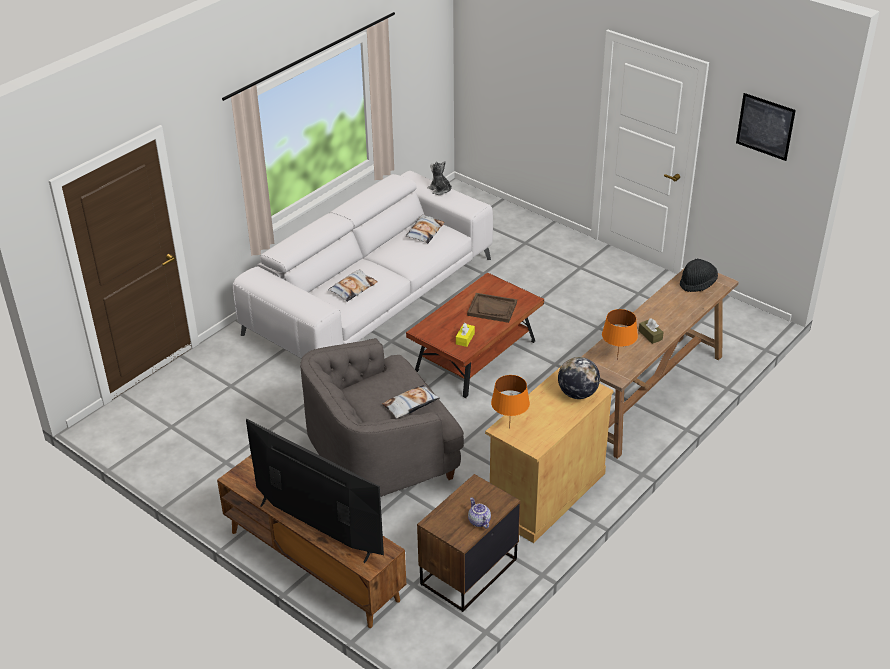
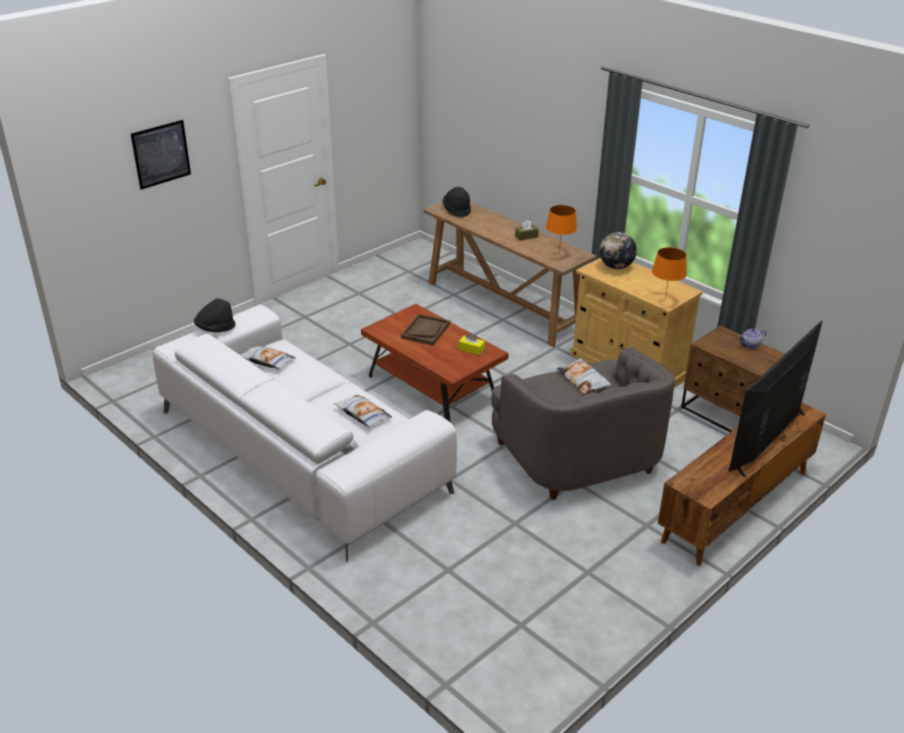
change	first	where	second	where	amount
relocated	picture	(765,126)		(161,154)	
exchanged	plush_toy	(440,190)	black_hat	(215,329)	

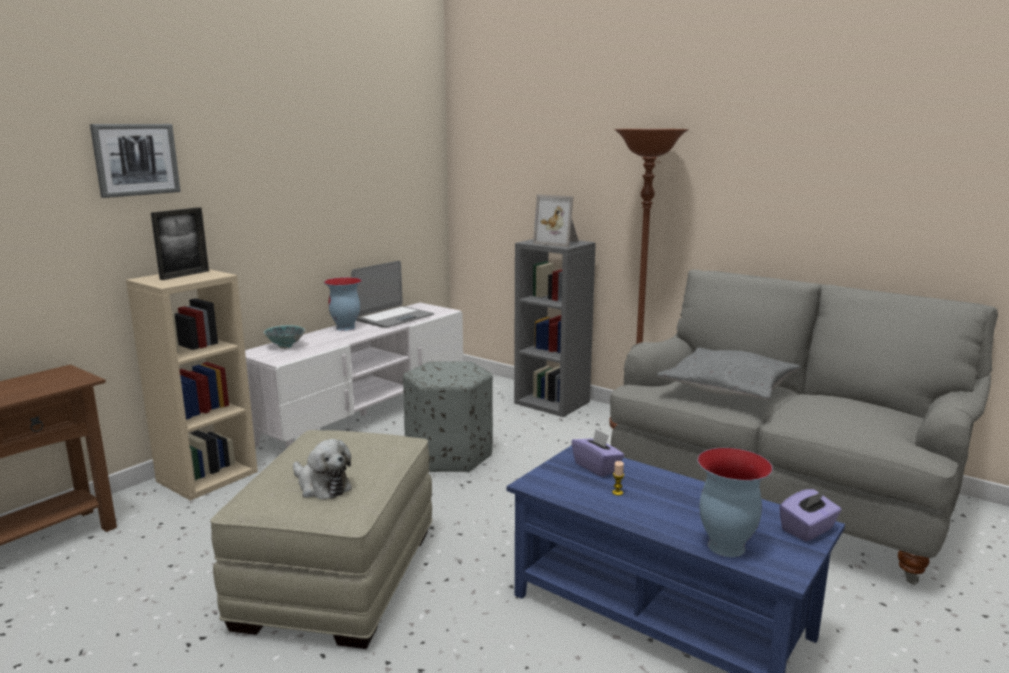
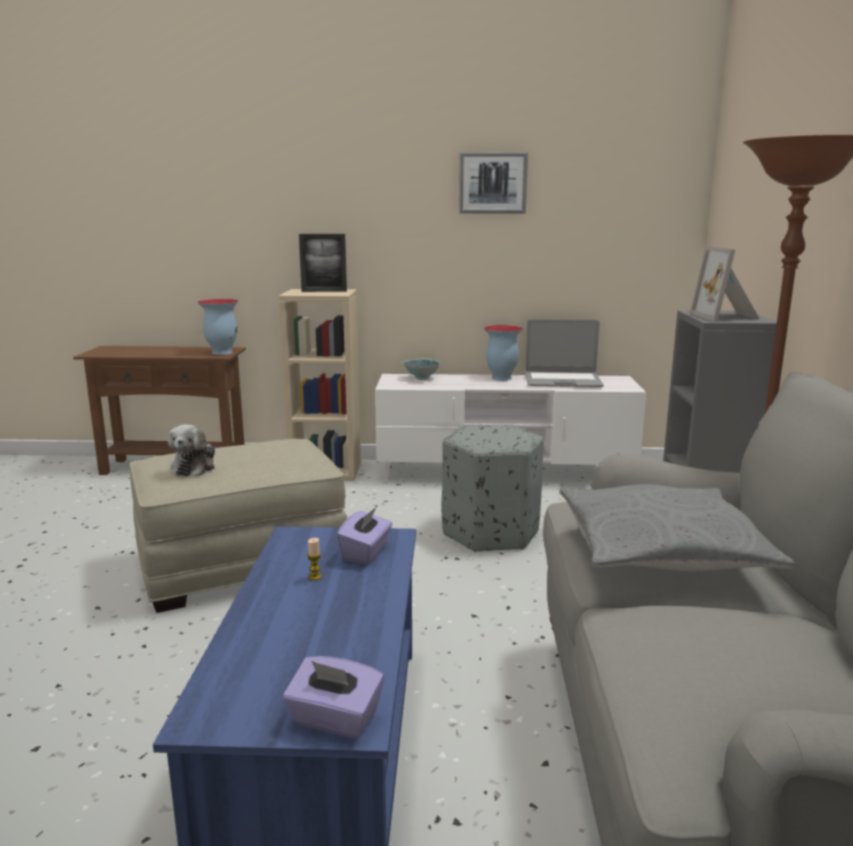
change	first	where	second	where	amount
relocated	picture	(136,159)		(492,183)	
relocated	vase	(725,547)		(221,352)	

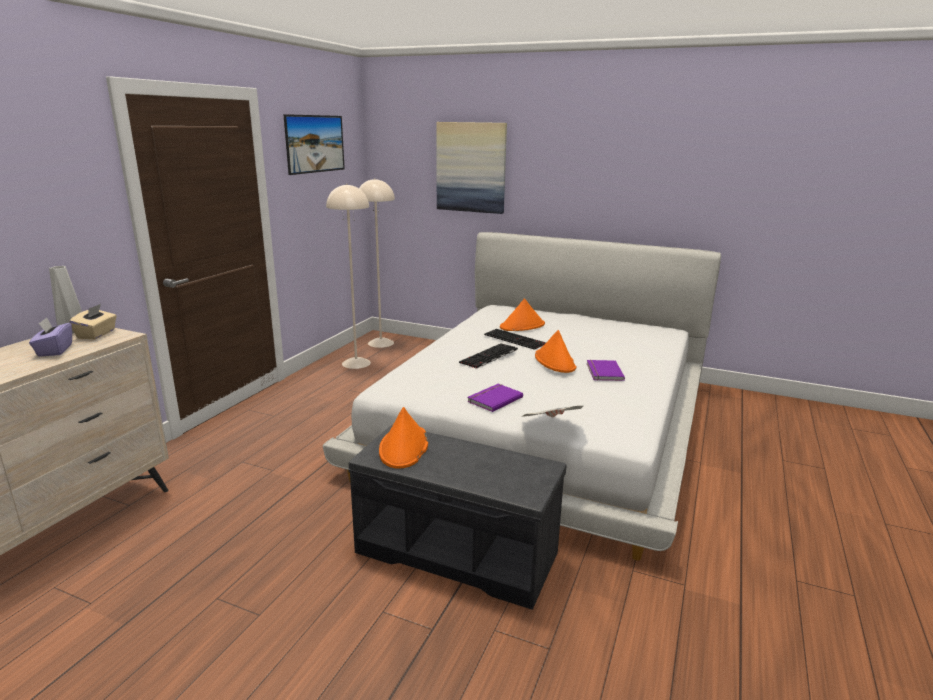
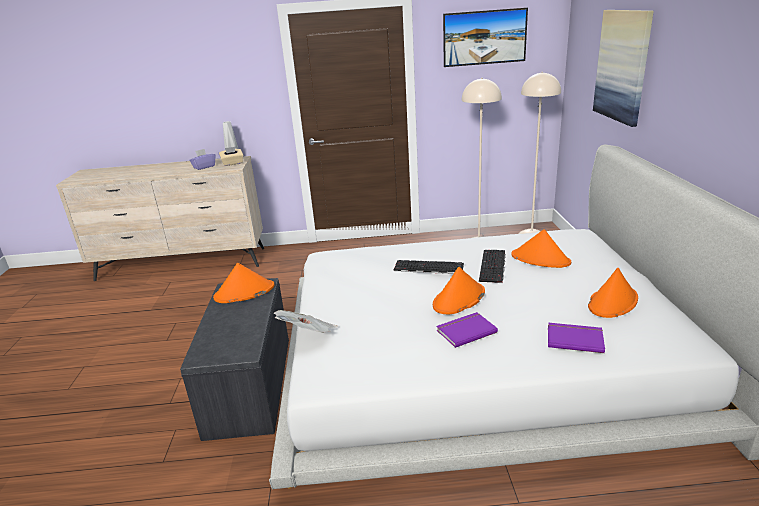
change	first	where	second	where	amount
appeared			orange_hat	(612,302)	
relocated	purple_book	(493,399)		(574,338)	

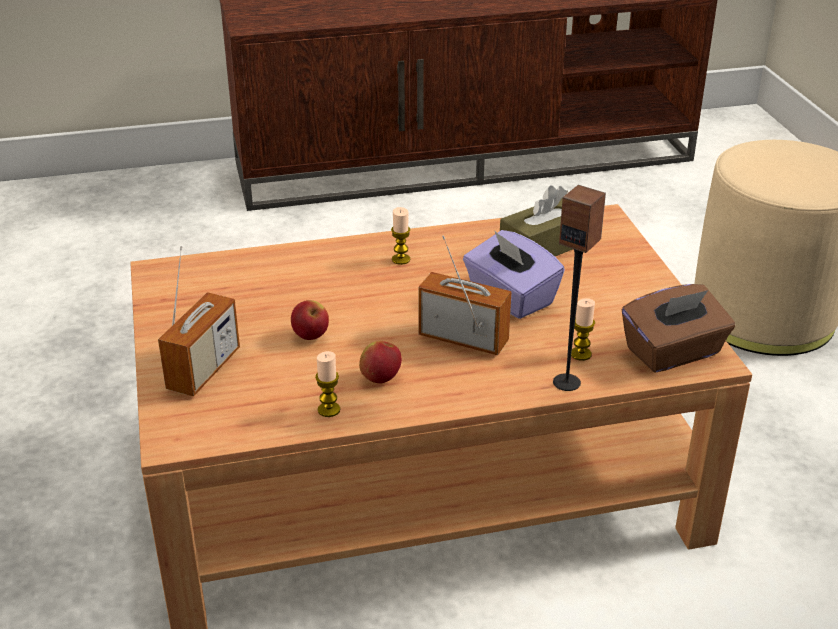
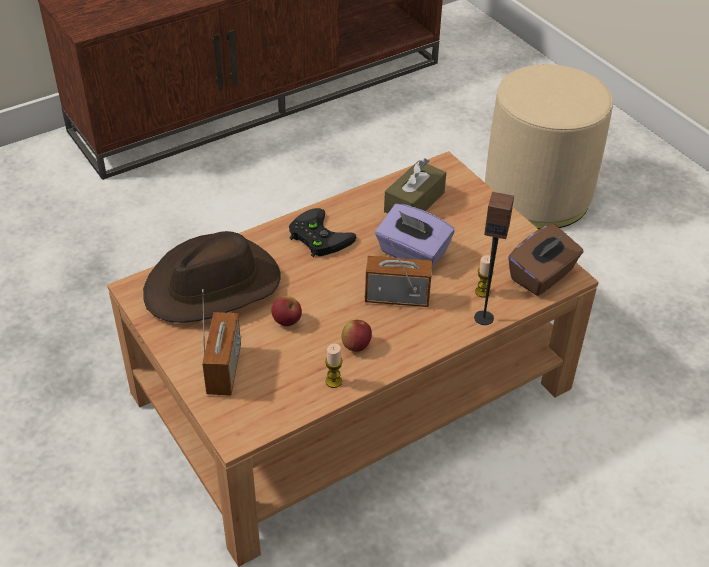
change	first	where	second	where	amount
appeared			brown_hat	(213,286)	
exchanged	candle	(401,259)	black_game_controller	(317,236)	

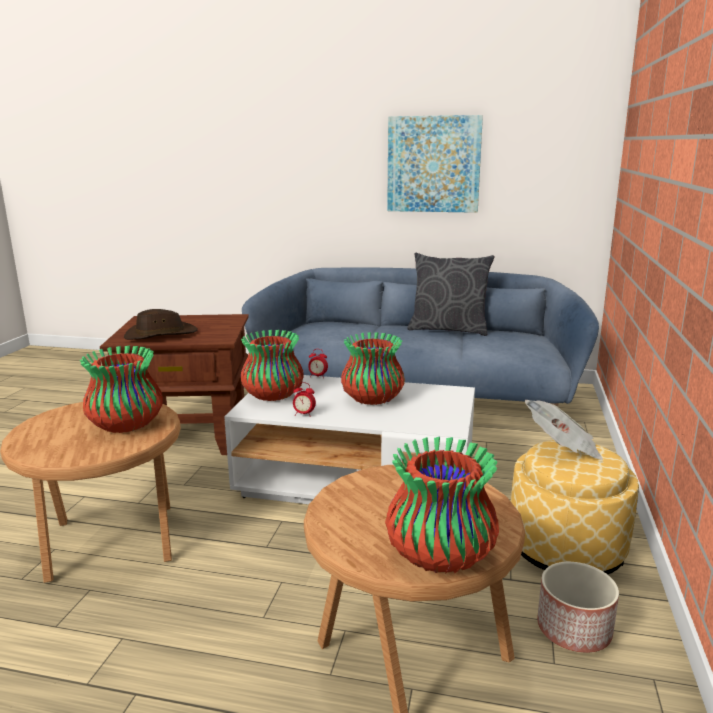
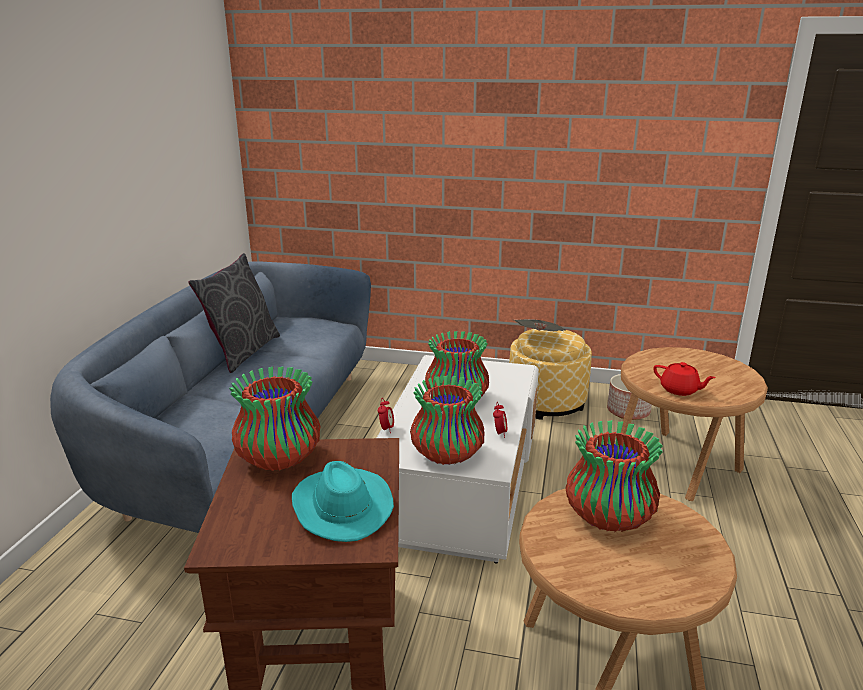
change	first	where	second	where	amount
missing	picture	(433,164)			
appeared			red_teapot	(680,390)	
relocated	vase	(440,556)		(280,458)	
colour	brown_hat	(160,335)	turquoise_hat	(341,506)	

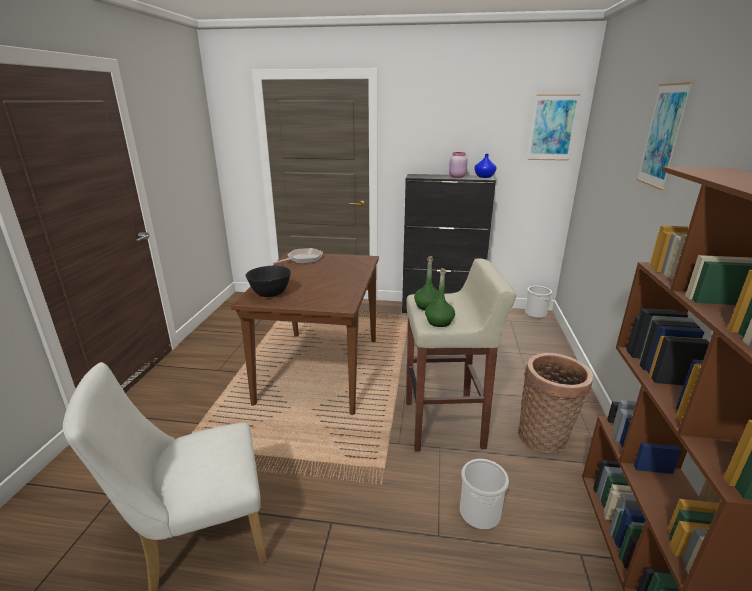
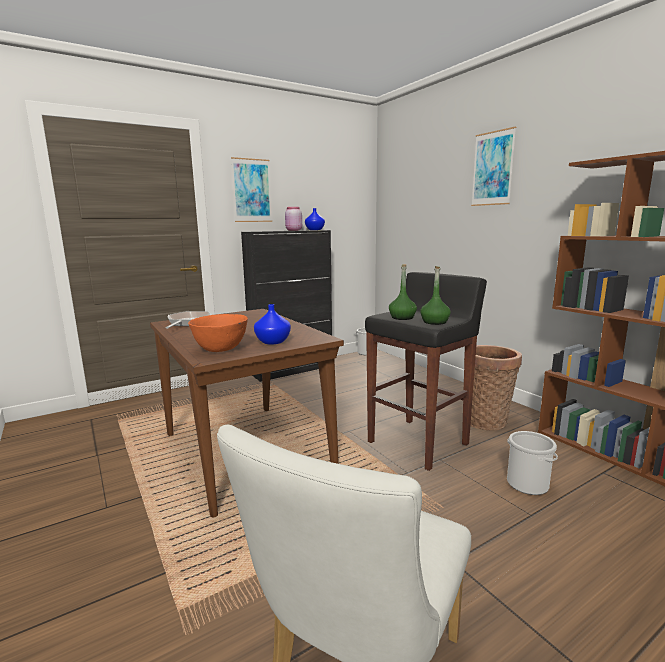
change	first	where	second	where	amount
appeared			blue_vase	(273,341)	
relocated	picture	(552,128)		(252,190)	
colour	black_bowl	(270,294)	orange_bowl	(221,349)	
colour	beige_stool	(445,424)	black_stool	(419,442)	

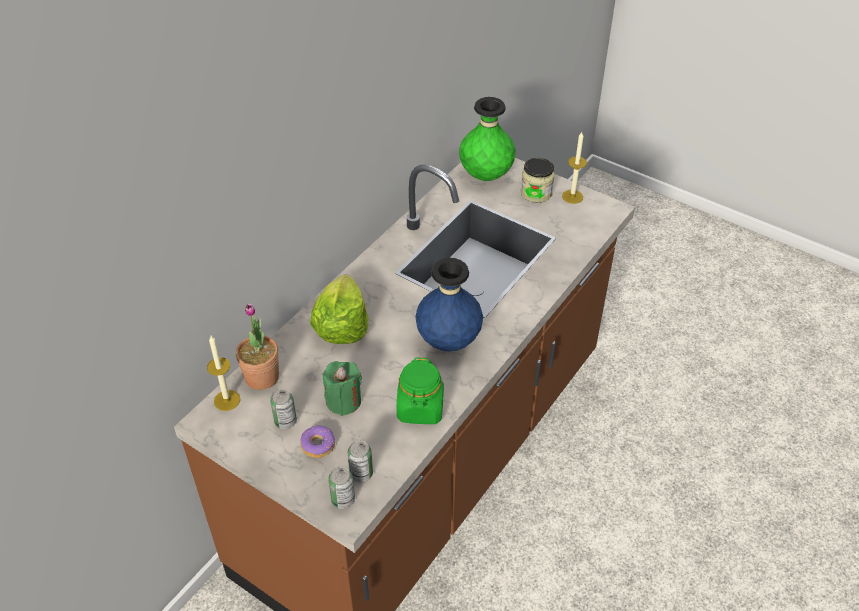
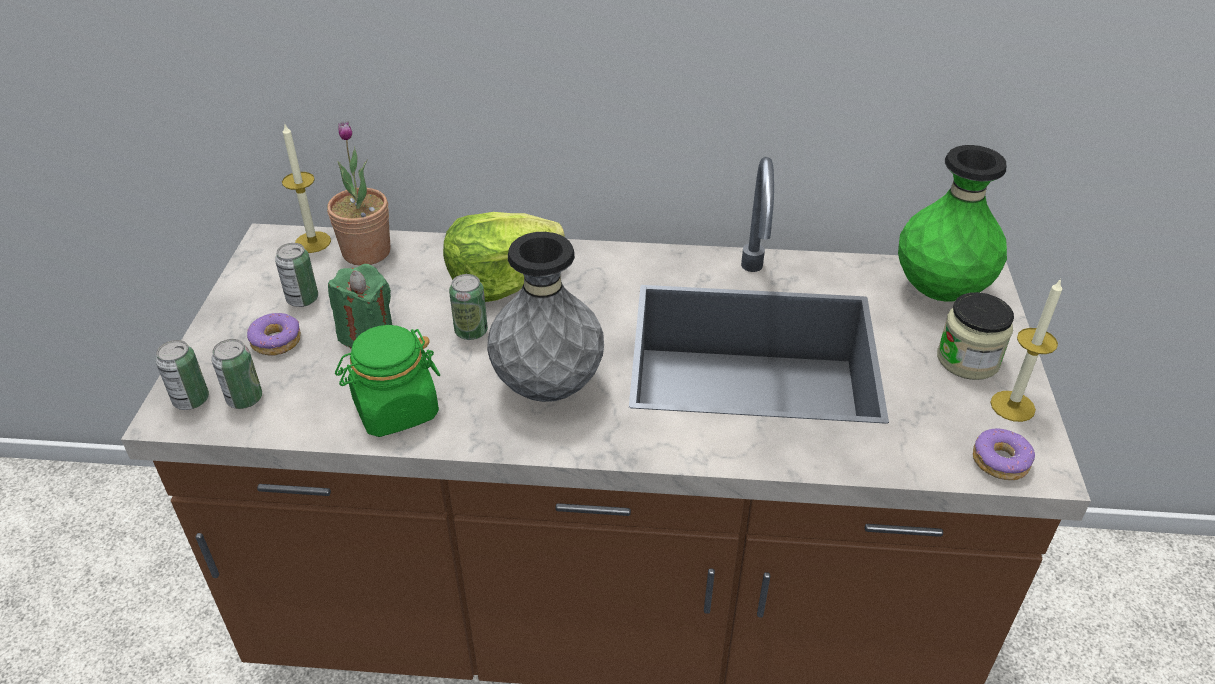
change	first	where	second	where	amount
appeared			can	(471,331)	
appeared			donut	(1000,461)	
colour	blue_vase	(449,341)	grey_vase	(548,388)	

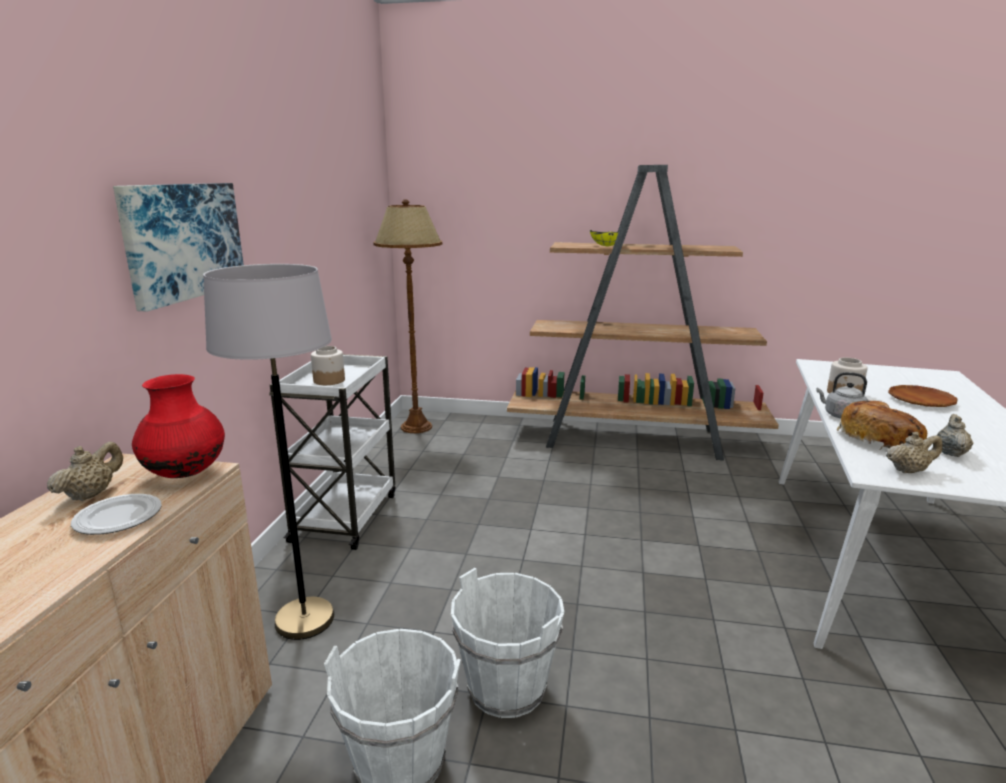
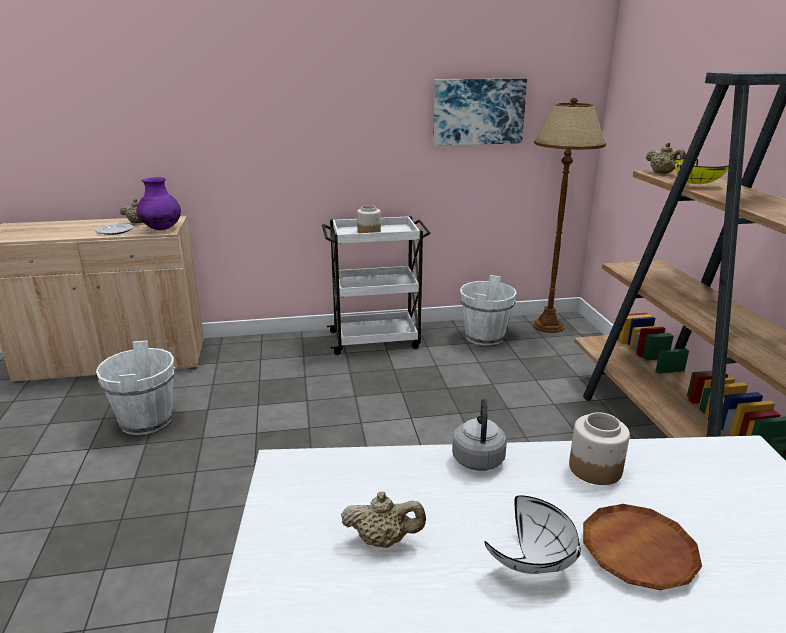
change	first	where	second	where	amount
missing	grey_floor_lamp	(304,620)			
missing	bread	(879,438)			
appeared			white_bowl	(534,561)	
relocated	picture	(183,241)		(478,111)	
relocated	white_bucket	(507,688)		(485,337)	
relocated	beige_teapot	(909,470)		(663,173)	
colour	red_vase	(186,473)	purple_vase	(162,229)	

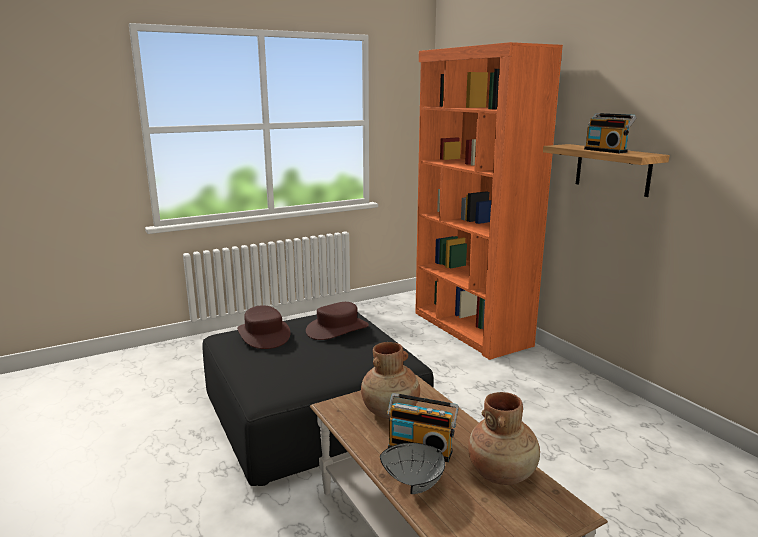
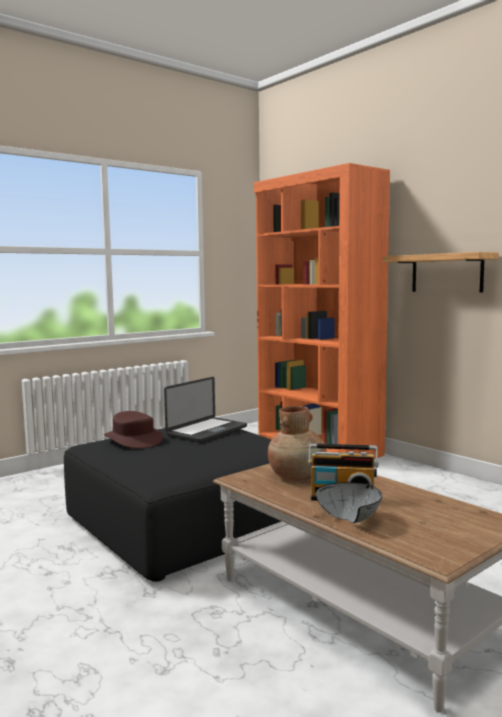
change	first	where	second	where	amount
missing	brown_vase	(502,473)			
missing	radio	(606,150)			
exchanged	brown_hat	(337,329)	laptop	(207,431)	

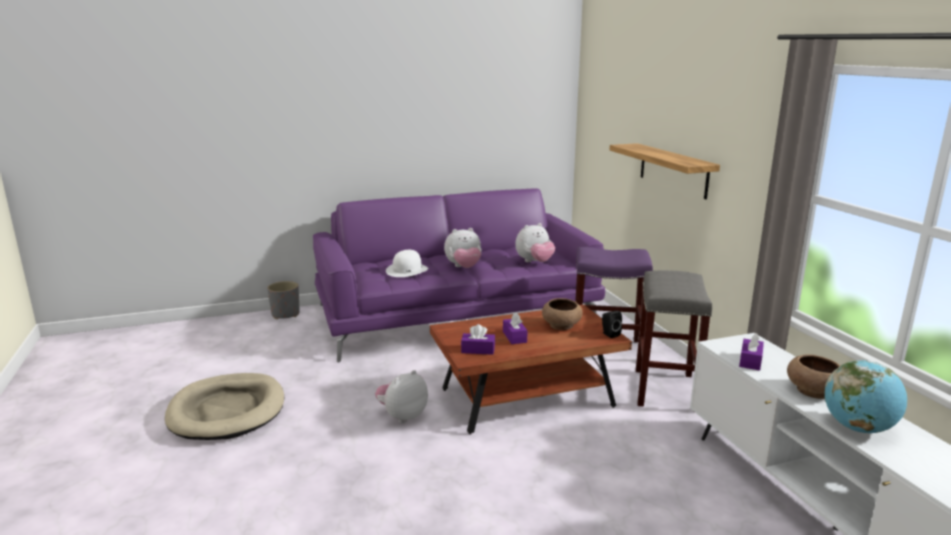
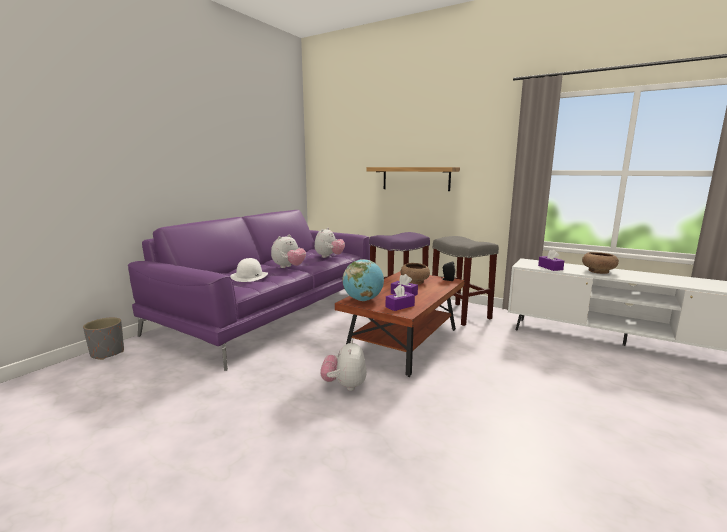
change	first	where	second	where	amount
missing	beige_dog_bed	(227,410)			
relocated	globe	(858,428)		(363,300)	

